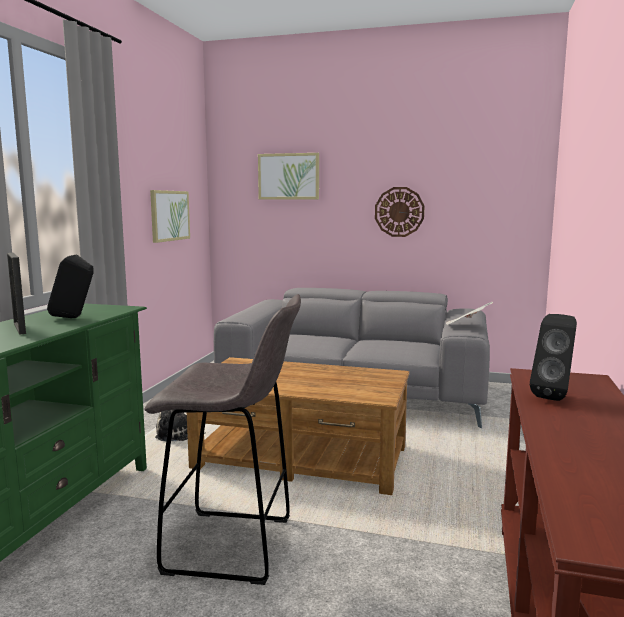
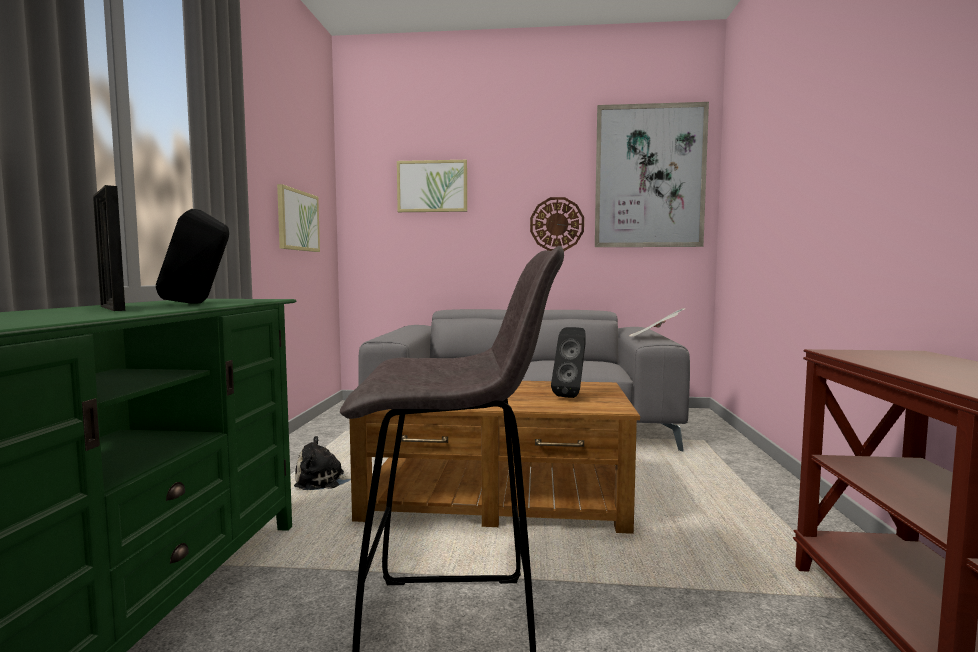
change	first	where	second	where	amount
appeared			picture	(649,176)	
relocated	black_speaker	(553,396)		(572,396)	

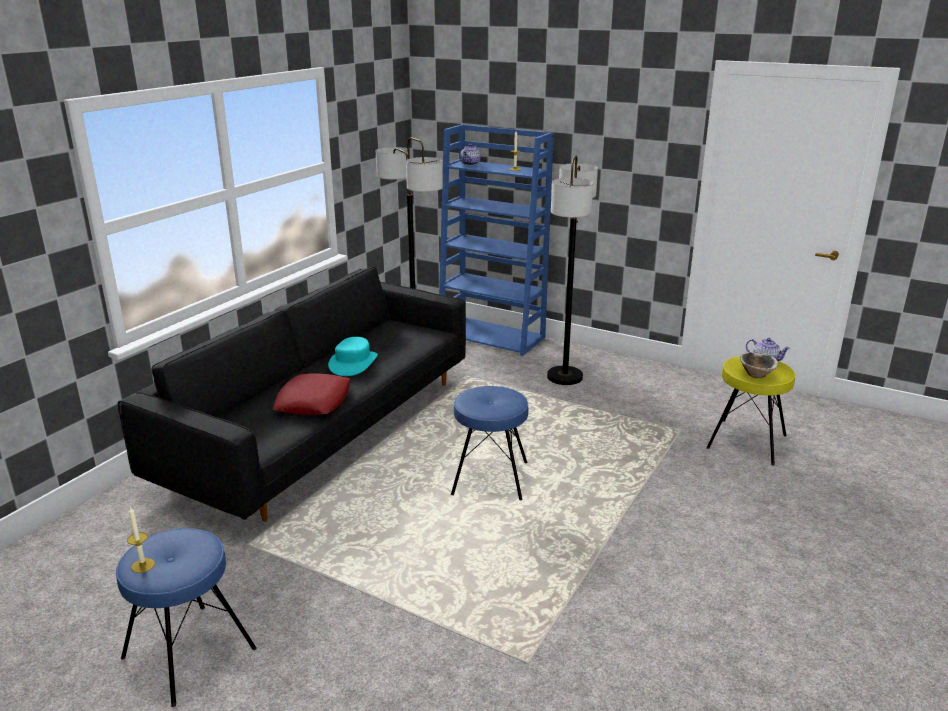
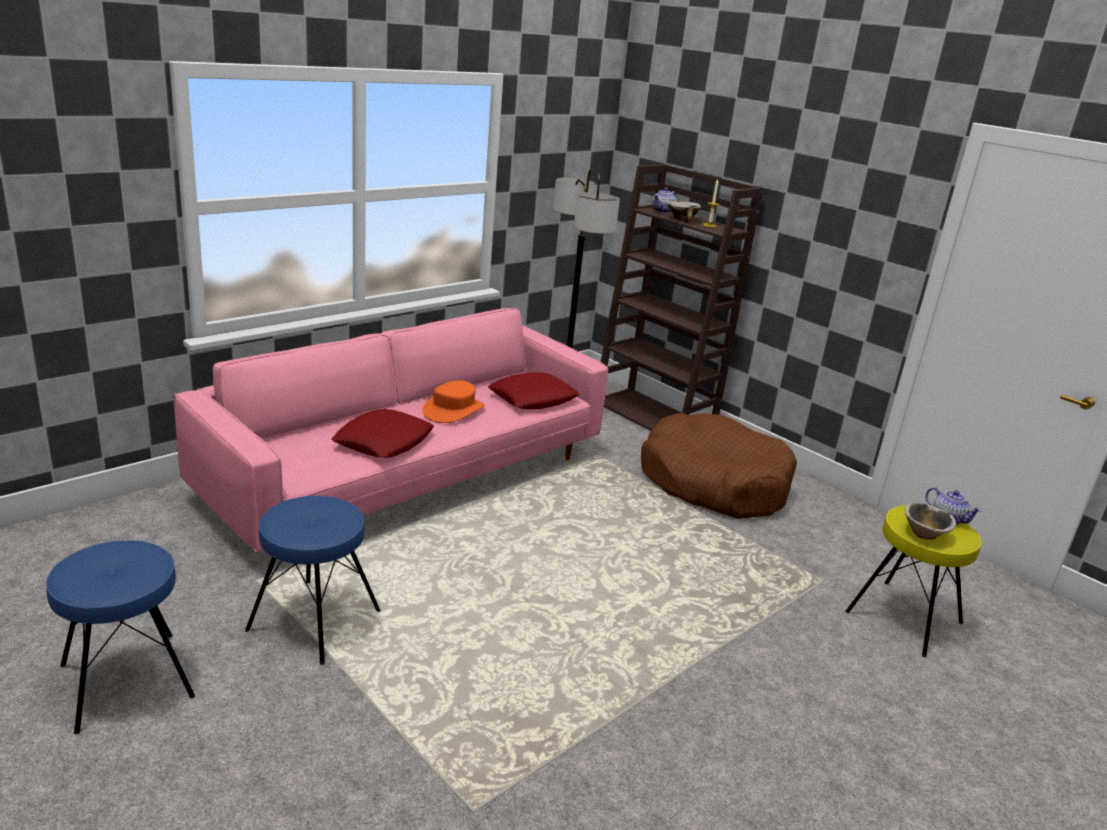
change	first	where	second	where	amount
missing	candle	(143,565)			
appeared			red_pillow	(533,398)	
appeared			bowl	(681,219)	
relocated	blue_stool	(489,479)		(313,620)	
exchanged	floor_lamp	(565,377)	brown_dog_bed	(713,483)	
colour	black_sofa	(323,429)	pink_sofa	(409,476)	
colour	turquoise_hat	(353,363)	orange_hat	(453,410)	
colour	blue_bookcase	(493,336)	brown_bookcase	(654,418)	

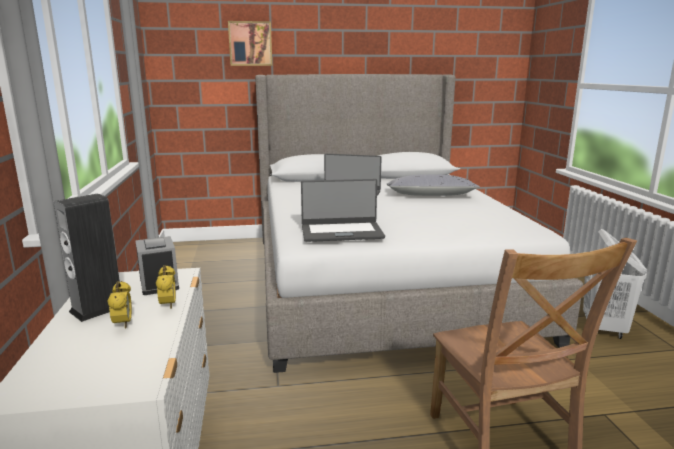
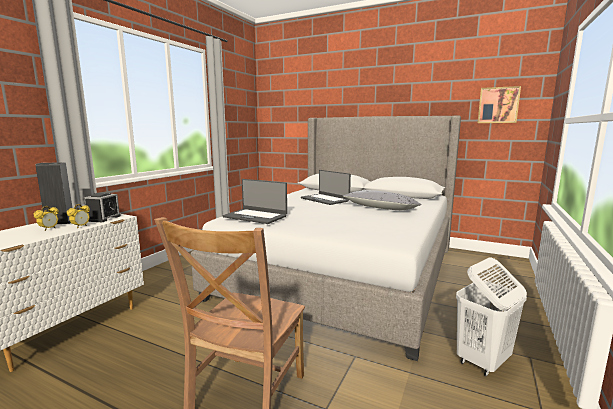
change	first	where	second	where	amount
relocated	picture	(250,43)		(498,105)	

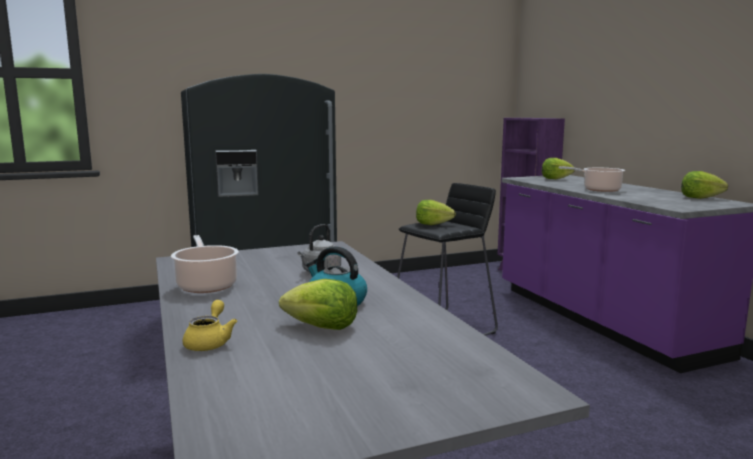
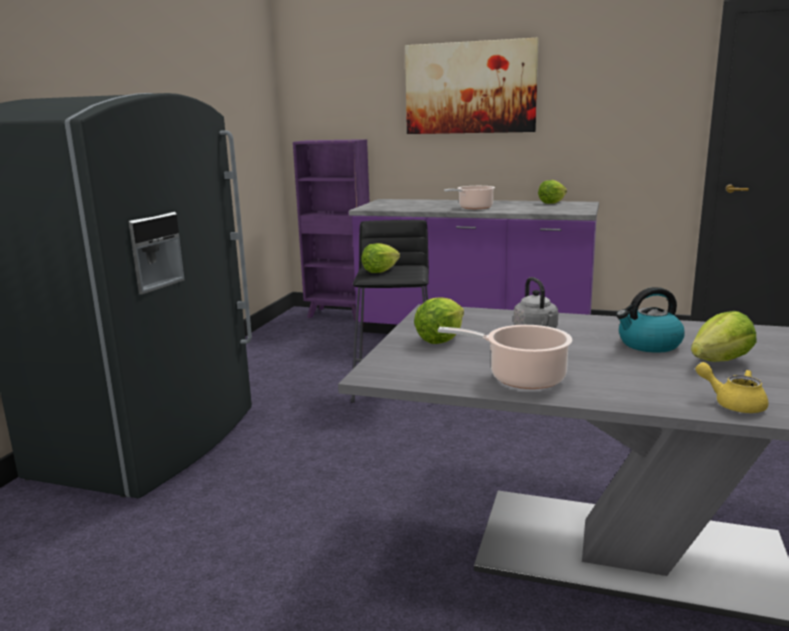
change	first	where	second	where	amount
appeared			picture	(470,88)	
relocated	lettuce	(555,178)		(441,339)	

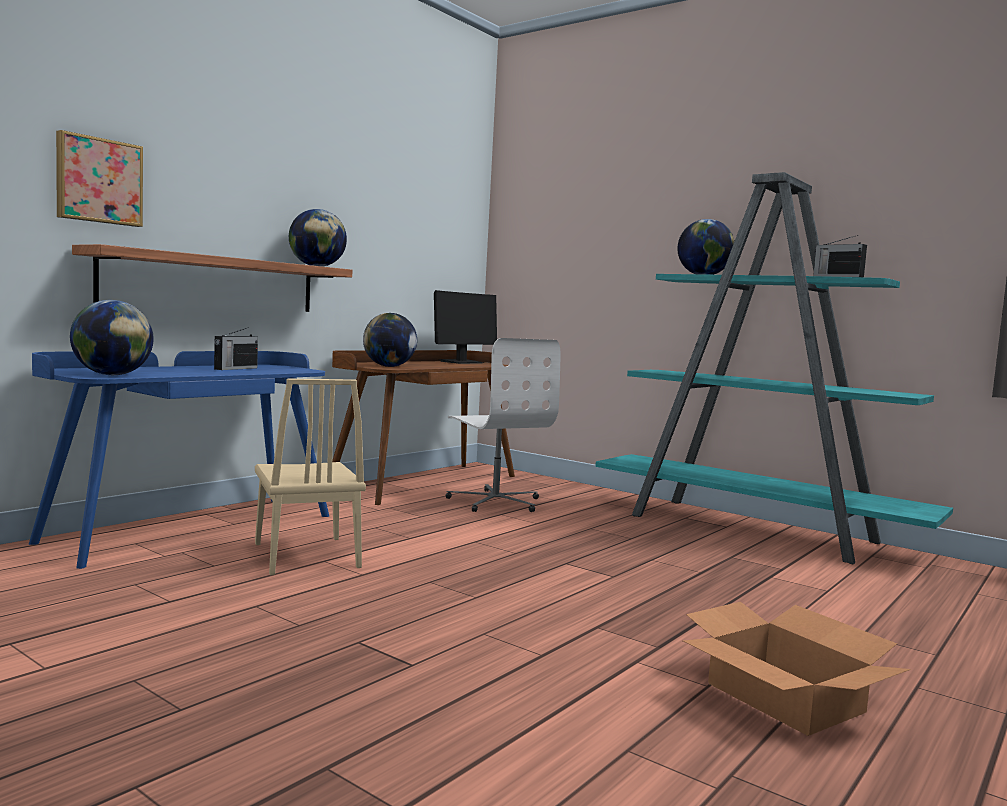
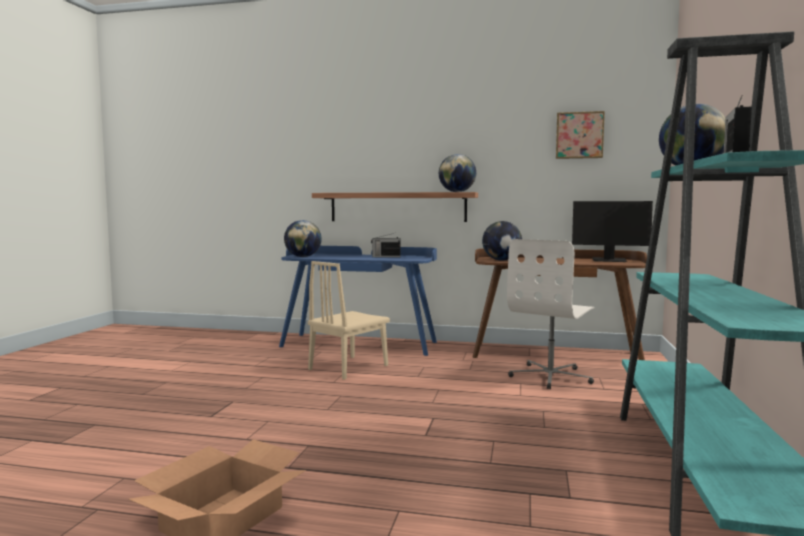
change	first	where	second	where	amount
relocated	picture	(98,181)		(579,135)	

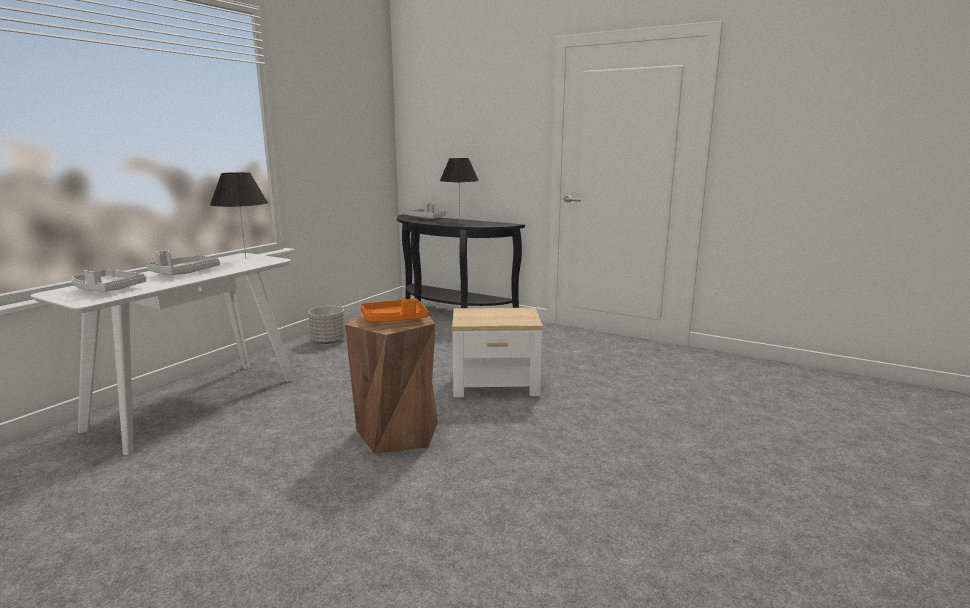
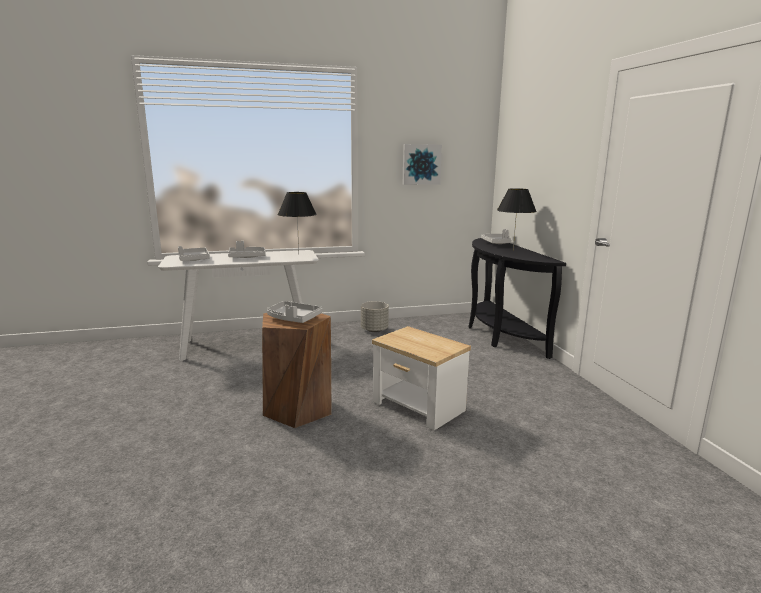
change	first	where	second	where	amount
appeared			picture	(421,164)	
colour	orange_tray	(395,319)	grey_tray	(293,319)	

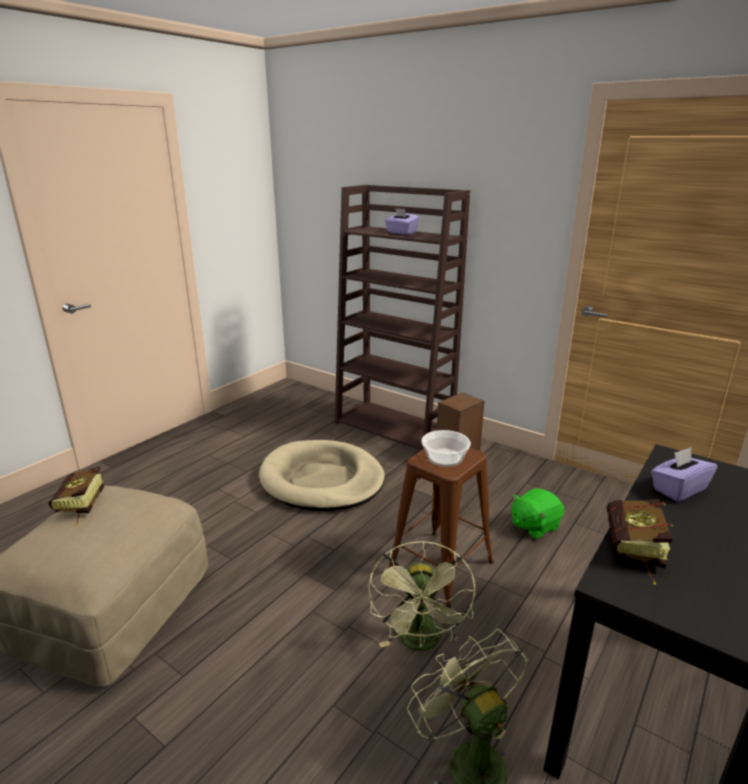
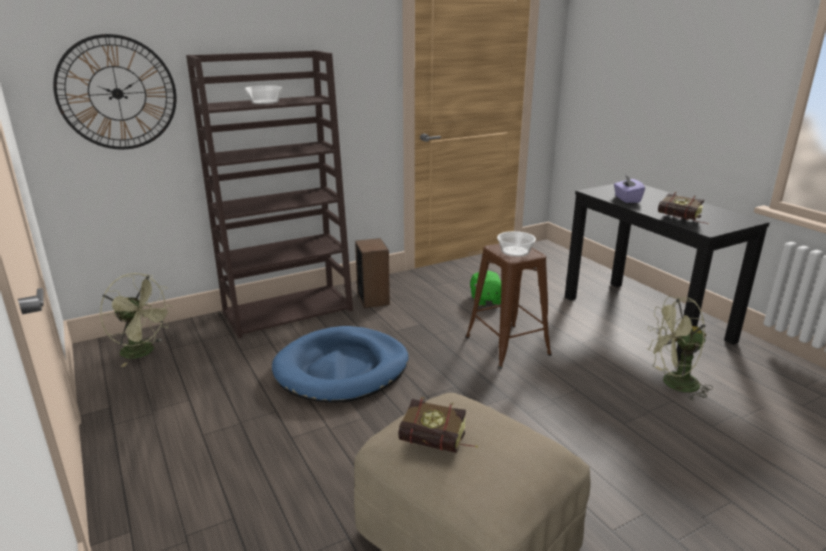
change	first	where	second	where	amount
appeared			wall_clock	(117,93)	
relocated	green_fan	(421,642)		(144,352)	
exchanged	purple_tissue_box	(401,233)	bowl	(265,102)	
colour	beige_dog_bed	(322,480)	blue_dog_bed	(342,369)	

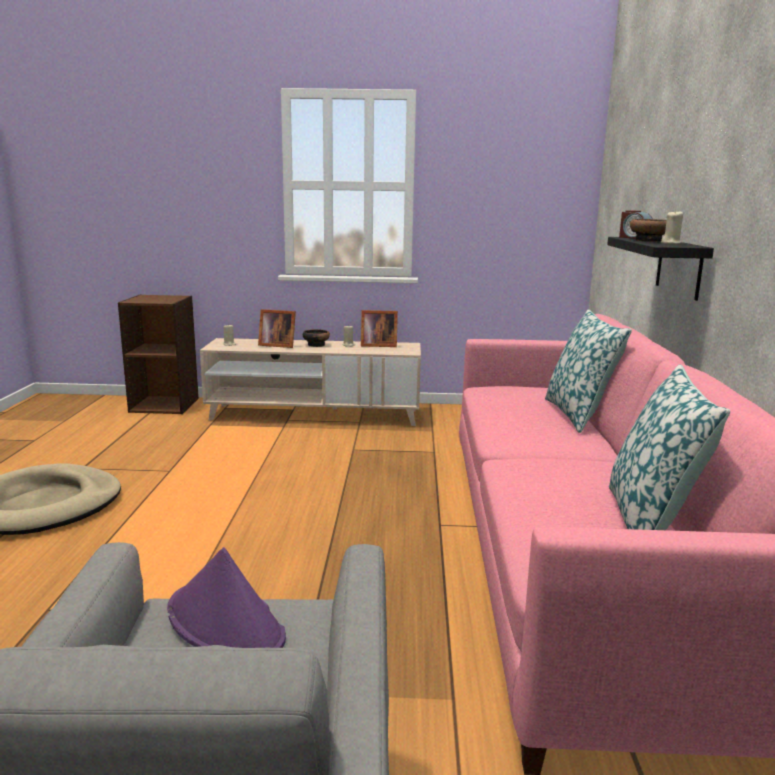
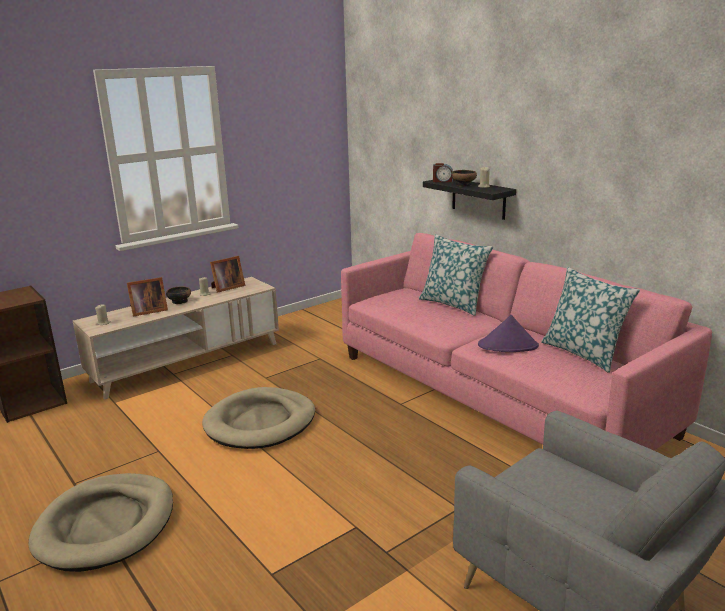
change	first	where	second	where	amount
appeared			beige_dog_bed	(260,422)	
relocated	purple_hat	(226,624)		(508,346)	

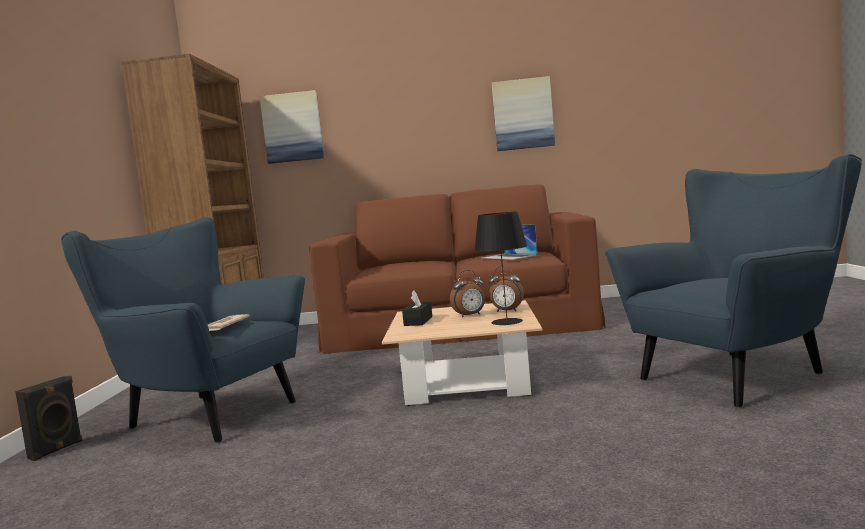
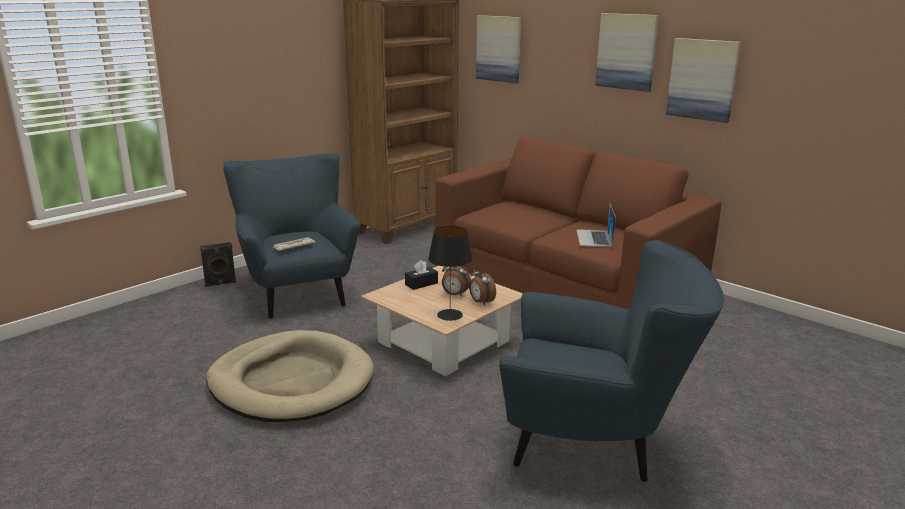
change	first	where	second	where	amount
appeared			beige_dog_bed	(291,382)	
appeared			picture	(627,51)	

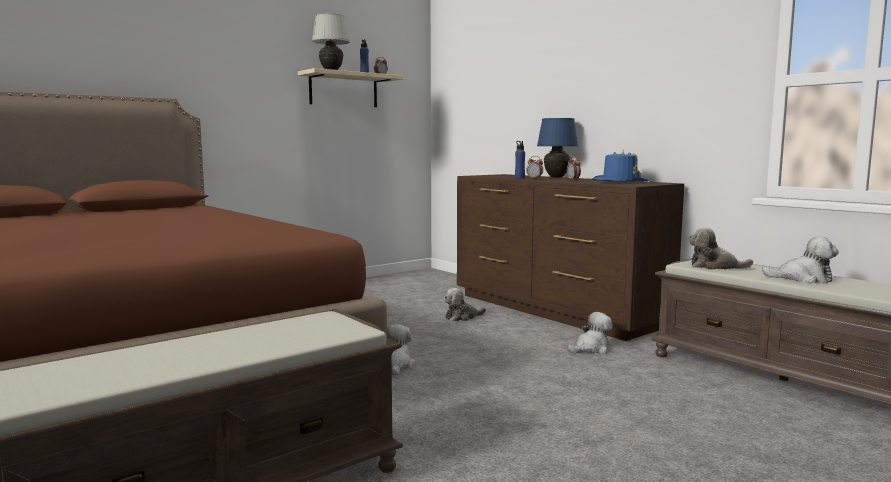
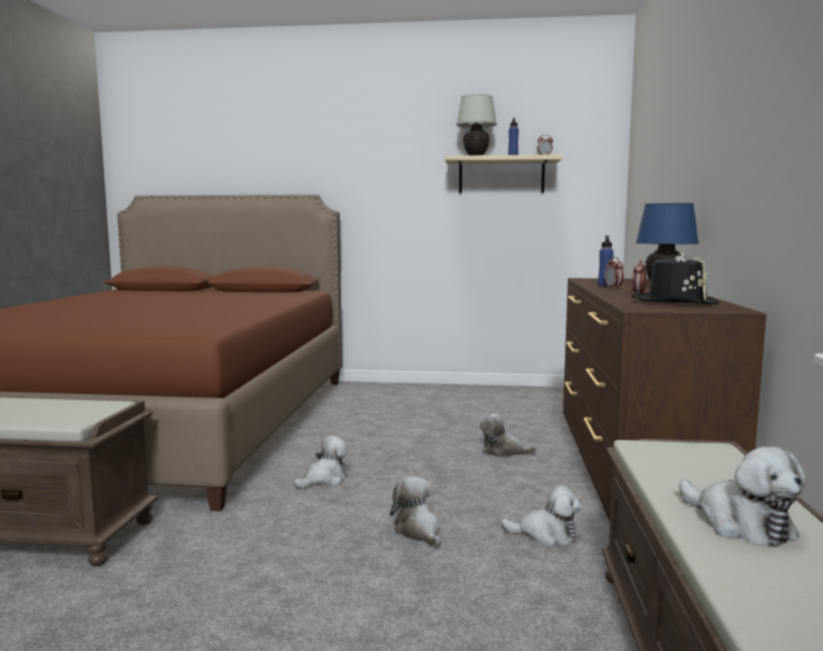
change	first	where	second	where	amount
relocated	plush_toy	(714,266)		(418,531)	
colour	blue_hat	(619,182)	black_hat	(674,302)	

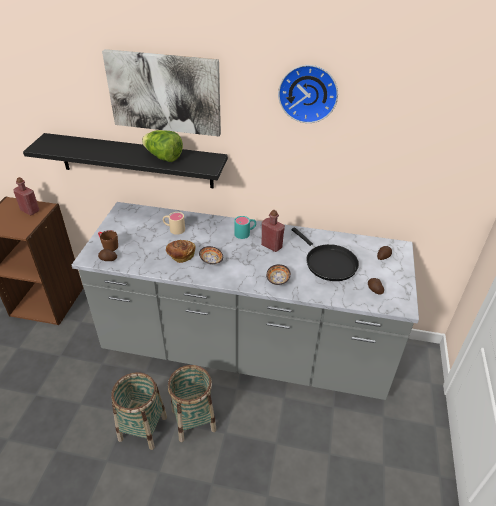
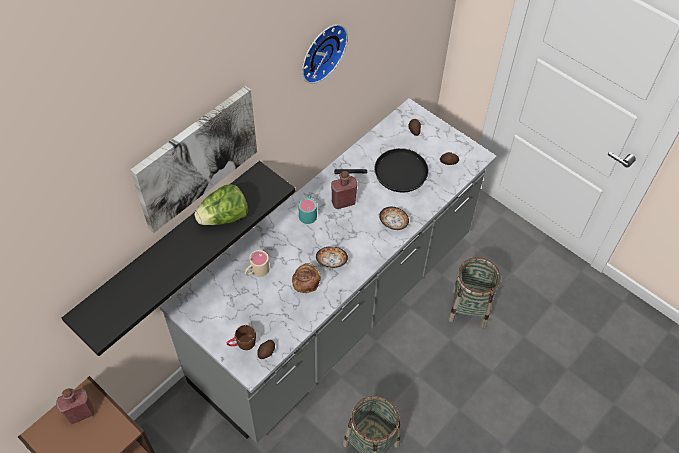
change	first	where	second	where	amount
relocated	basket	(193,420)		(468,308)	

